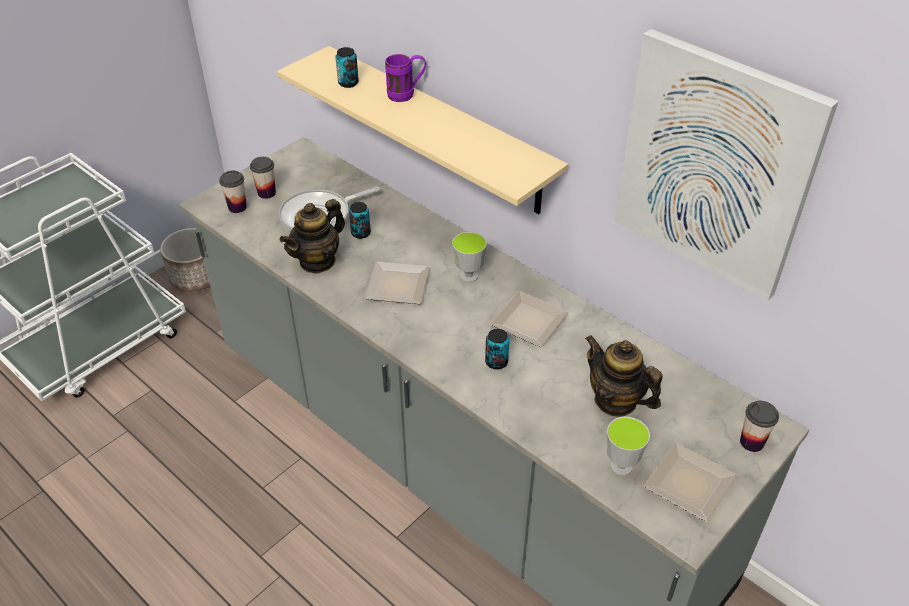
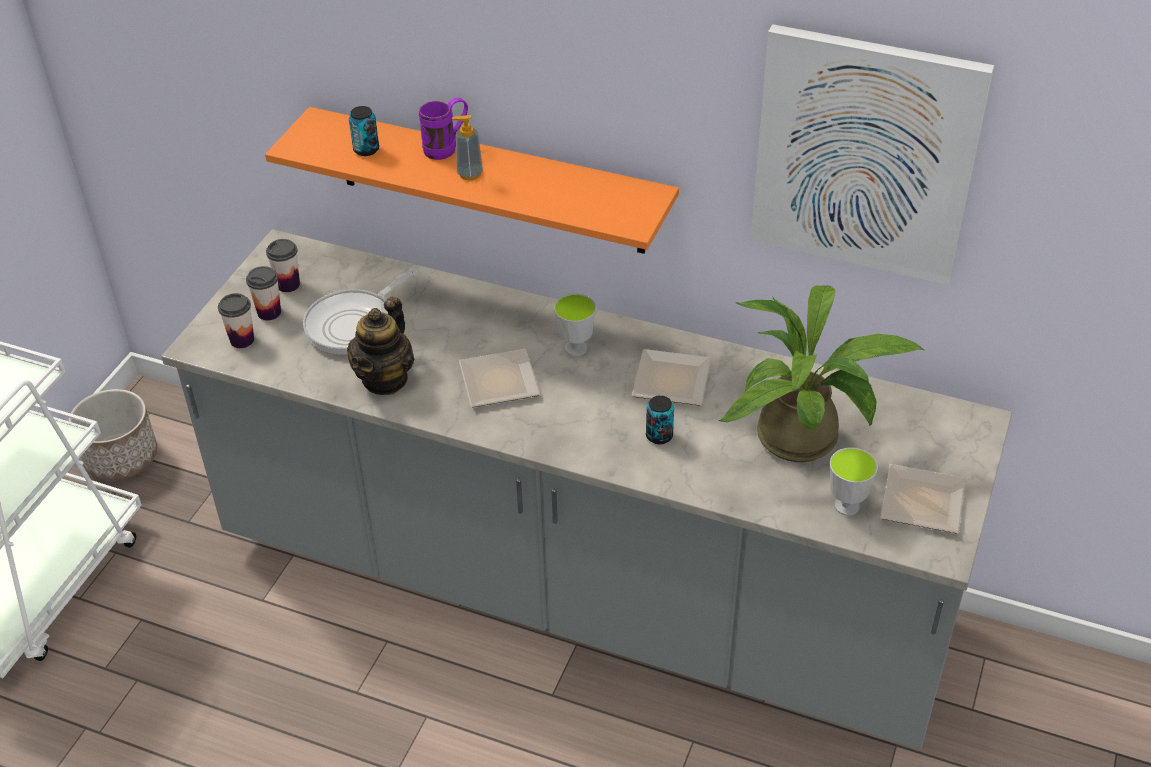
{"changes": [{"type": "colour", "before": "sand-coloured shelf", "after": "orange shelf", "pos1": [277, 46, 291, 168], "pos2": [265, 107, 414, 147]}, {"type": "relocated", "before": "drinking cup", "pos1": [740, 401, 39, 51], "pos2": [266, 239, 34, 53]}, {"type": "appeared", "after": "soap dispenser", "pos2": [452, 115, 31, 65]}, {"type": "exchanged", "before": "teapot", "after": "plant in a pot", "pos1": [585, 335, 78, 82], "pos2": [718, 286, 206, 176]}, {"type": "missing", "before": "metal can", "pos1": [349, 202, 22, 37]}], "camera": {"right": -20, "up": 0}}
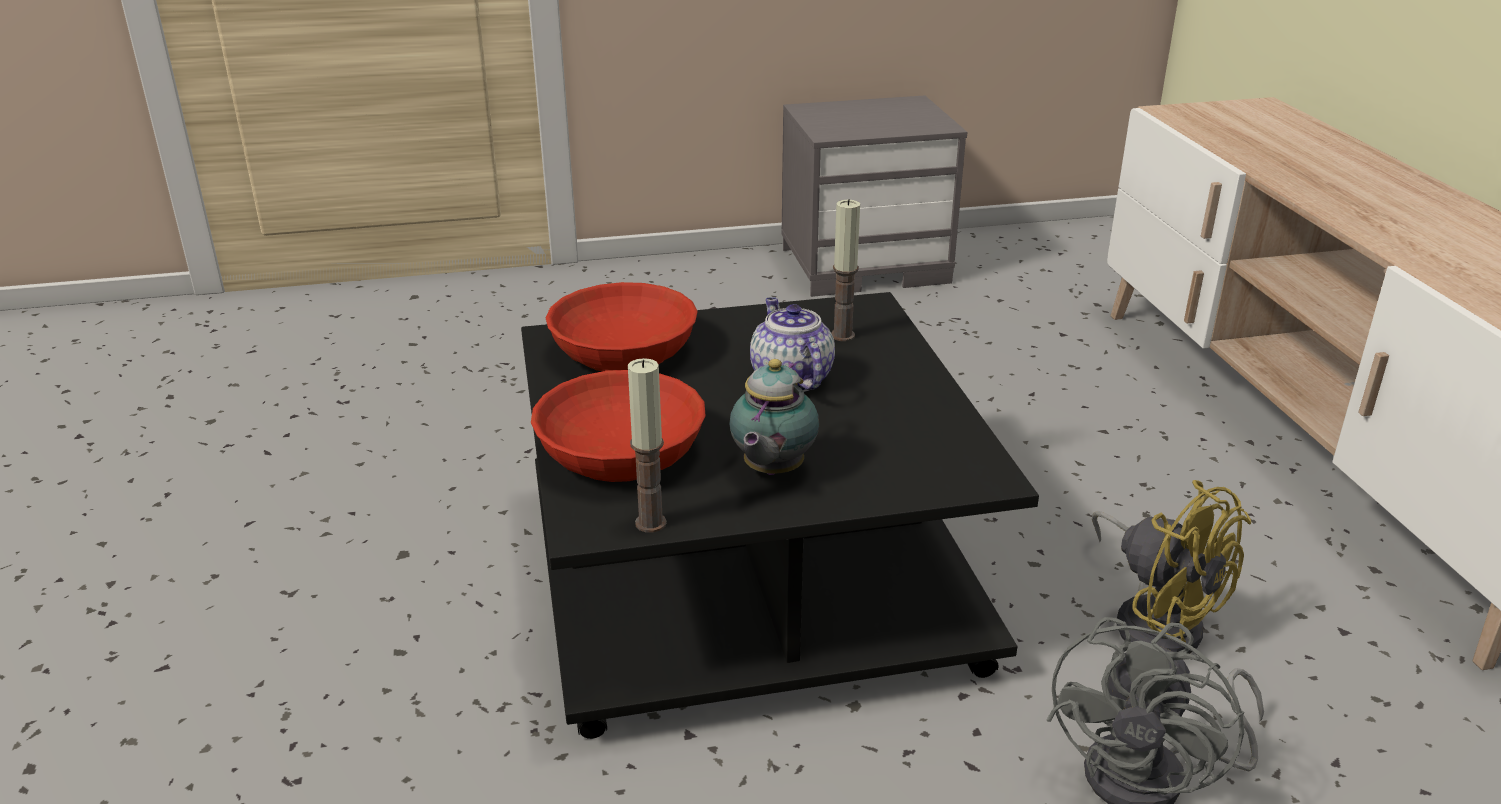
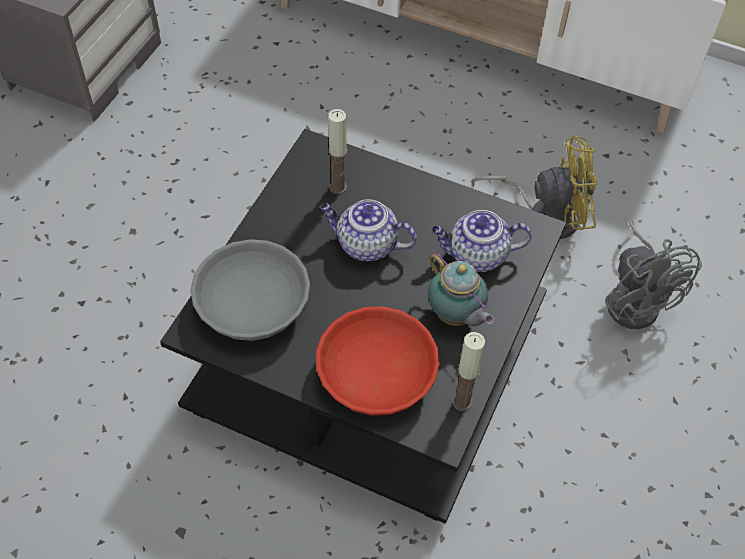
{"changes": [{"type": "colour", "before": "red serving bowl", "after": "grey serving bowl", "pos1": [546, 282, 152, 90], "pos2": [191, 239, 119, 102]}, {"type": "appeared", "after": "teapot", "pos2": [431, 210, 101, 62]}], "camera": {"right": -55, "up": 25}}
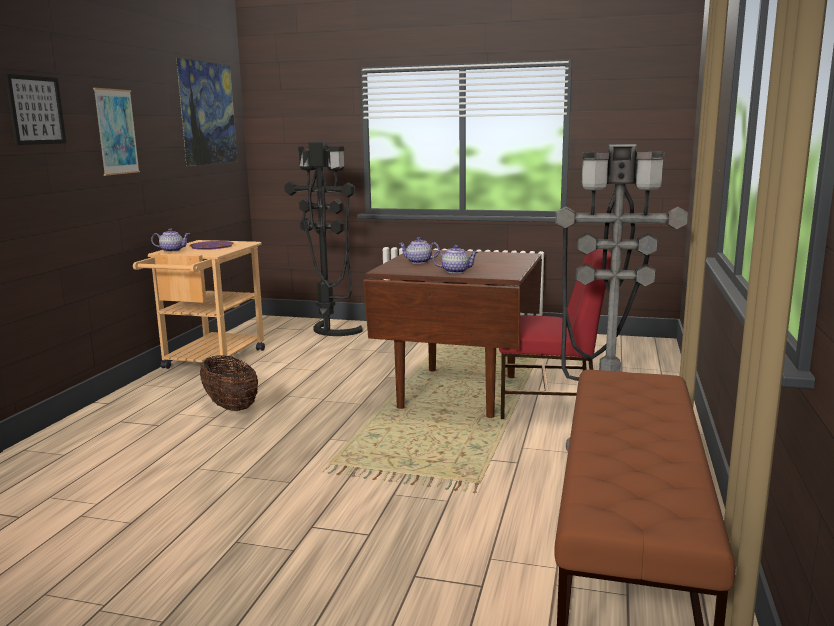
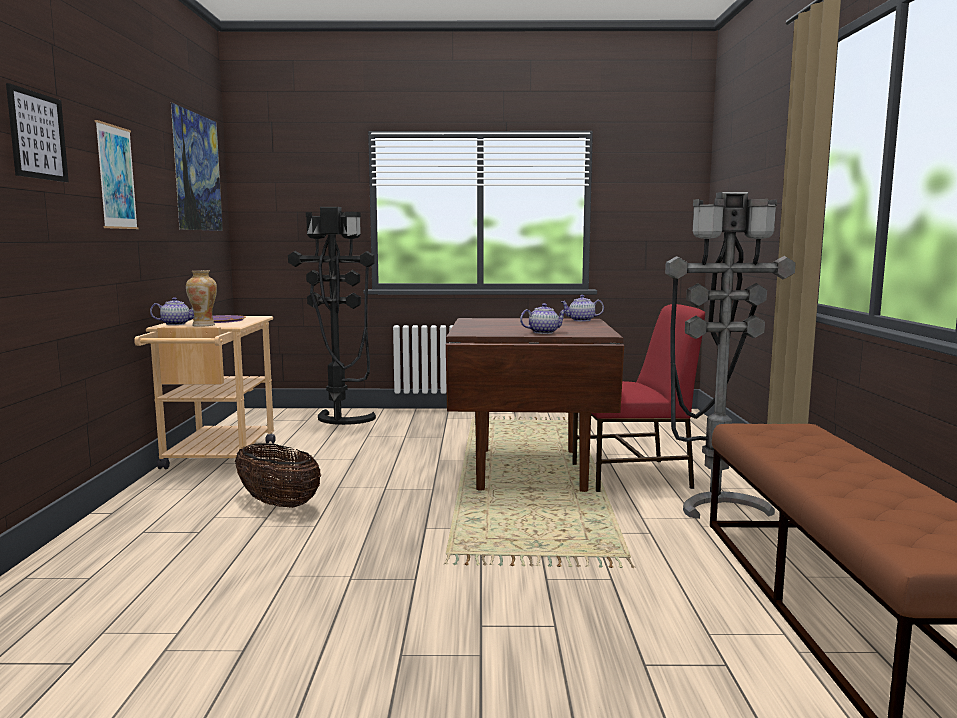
{"changes": [{"type": "appeared", "after": "vase", "pos2": [186, 271, 31, 55]}, {"type": "relocated", "before": "teapot", "pos1": [399, 237, 41, 27], "pos2": [561, 295, 43, 26]}], "camera": {"right": -15, "up": -5}}
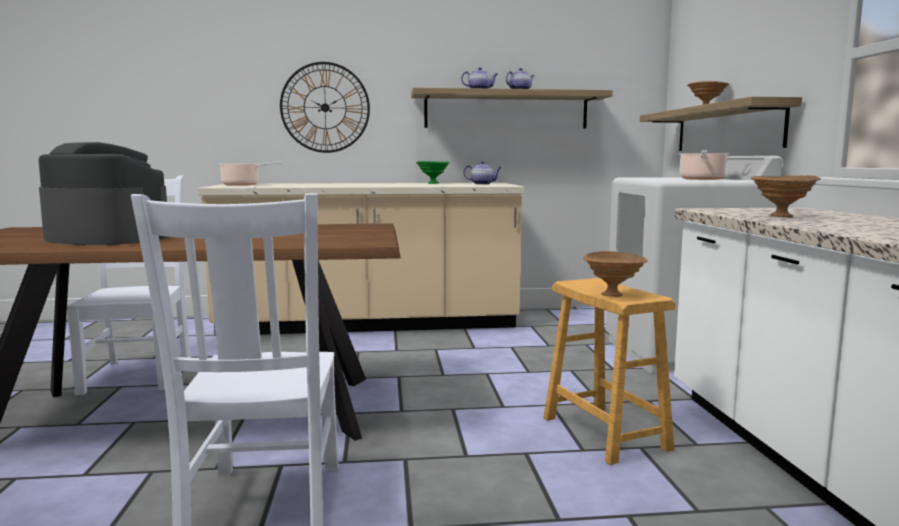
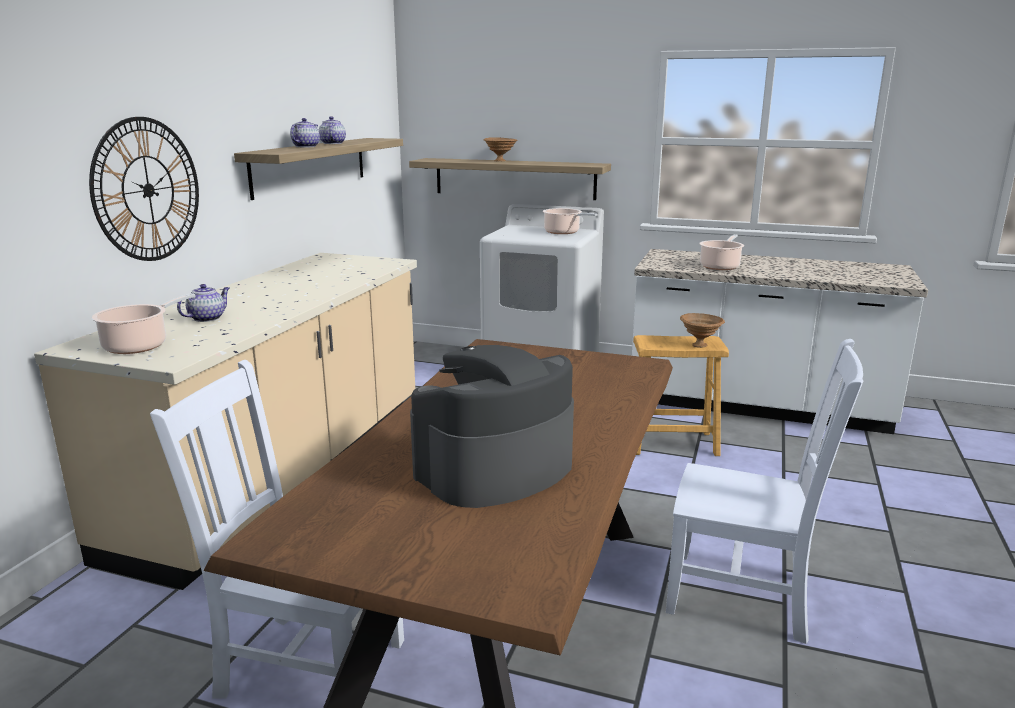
{"changes": [{"type": "relocated", "before": "teapot", "pos1": [463, 161, 39, 24], "pos2": [177, 284, 52, 38]}, {"type": "exchanged", "before": "brown serving bowl", "after": "saucepot", "pos1": [751, 176, 70, 41], "pos2": [699, 234, 45, 36]}, {"type": "missing", "before": "green-coloured serving bowl", "pos1": [416, 161, 34, 23]}], "camera": {"right": -65, "up": 10}}
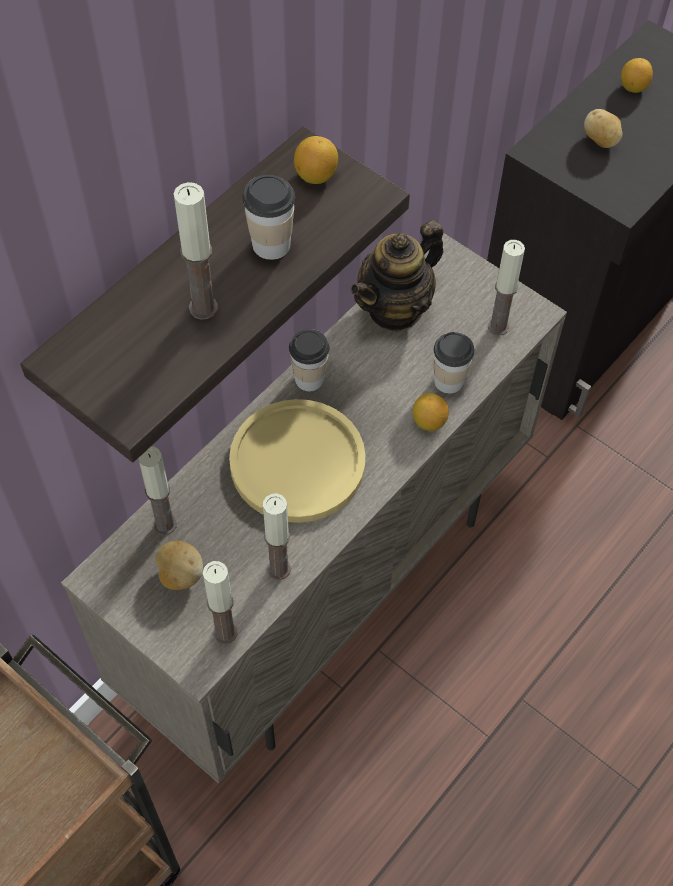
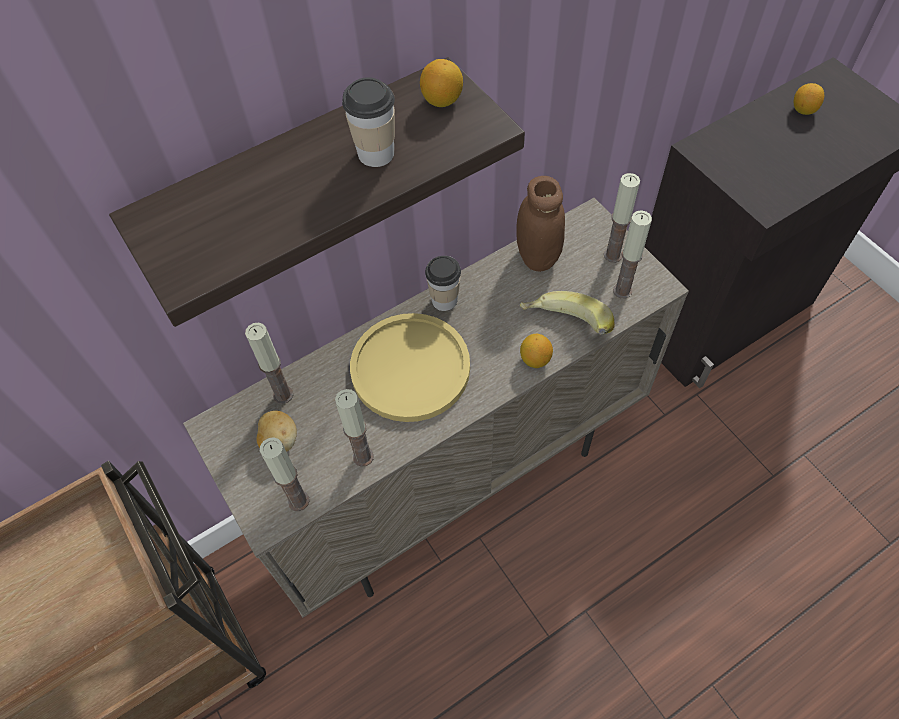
{"changes": [{"type": "exchanged", "before": "teapot", "after": "brown storage jar", "pos1": [351, 220, 92, 112], "pos2": [516, 176, 49, 96]}, {"type": "exchanged", "before": "drinking cup", "after": "whole banana", "pos1": [434, 332, 40, 62], "pos2": [520, 291, 95, 44]}, {"type": "relocated", "before": "wax candle", "pos1": [174, 182, 44, 138], "pos2": [604, 173, 36, 90]}, {"type": "missing", "before": "spud", "pos1": [584, 109, 38, 39]}], "camera": {"right": 20, "up": 0}}
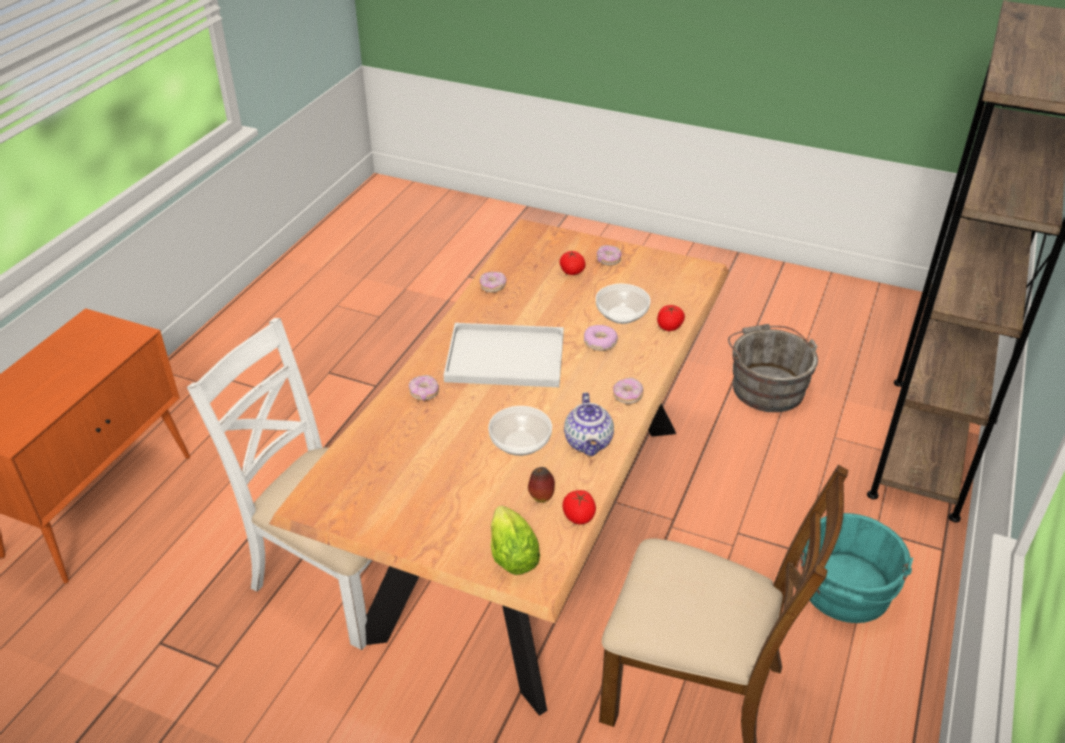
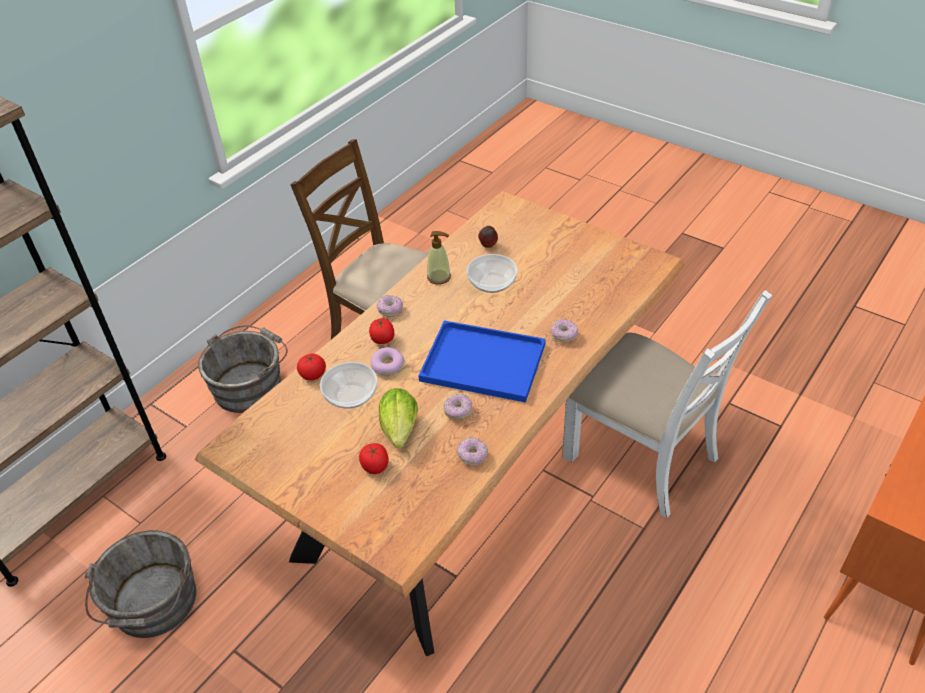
{"changes": [{"type": "colour", "before": "turquoise-coloured bucket", "after": "grey bucket", "pos1": [801, 513, 113, 110], "pos2": [198, 325, 90, 88]}, {"type": "relocated", "before": "fresh tomato", "pos1": [562, 490, 34, 34], "pos2": [369, 318, 25, 26]}, {"type": "relocated", "before": "lettuce", "pos1": [491, 506, 49, 69], "pos2": [379, 388, 39, 60]}, {"type": "colour", "before": "whitish tray", "after": "bluish tray", "pos1": [444, 323, 120, 64], "pos2": [418, 320, 128, 83]}, {"type": "exchanged", "before": "teapot", "after": "soap dispenser", "pos1": [564, 392, 50, 64], "pos2": [427, 231, 24, 54]}, {"type": "relocated", "before": "donut", "pos1": [596, 245, 26, 21], "pos2": [443, 394, 29, 25]}], "camera": {"right": -165, "up": 5}}
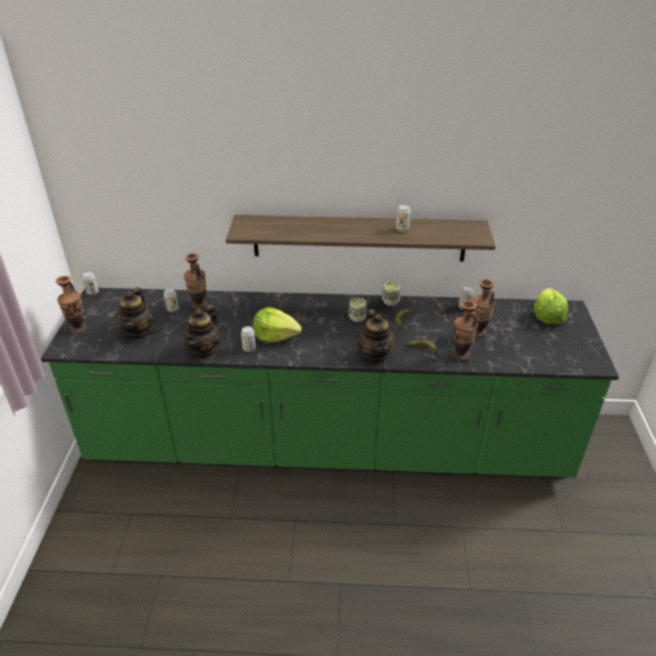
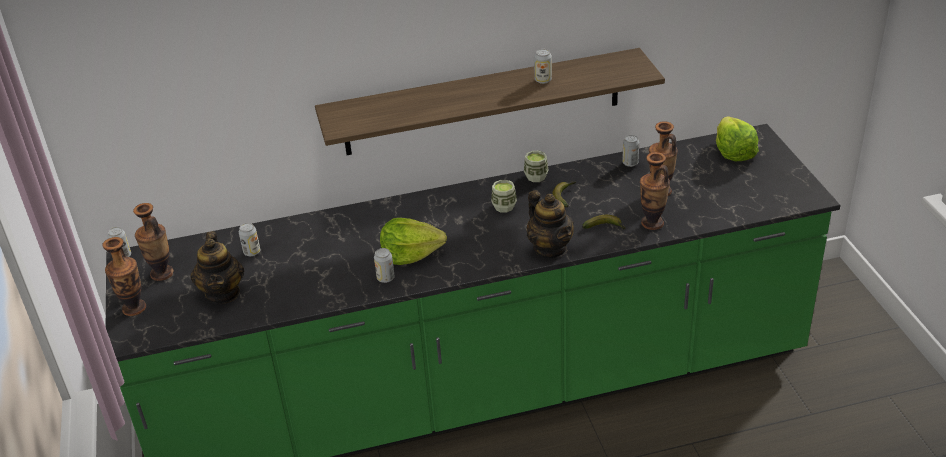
{"changes": [{"type": "relocated", "before": "vase", "pos1": [184, 253, 23, 56], "pos2": [133, 203, 41, 78]}, {"type": "missing", "before": "teapot", "pos1": [183, 305, 37, 54]}], "camera": {"right": -15, "up": 0}}
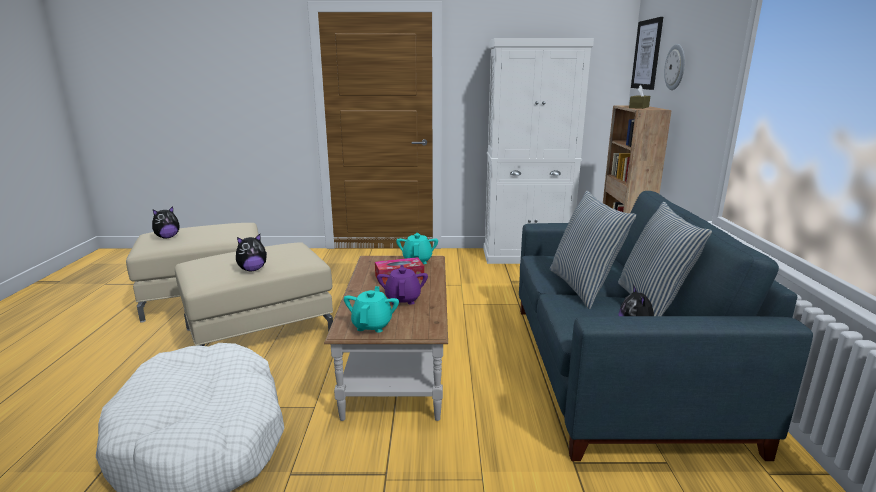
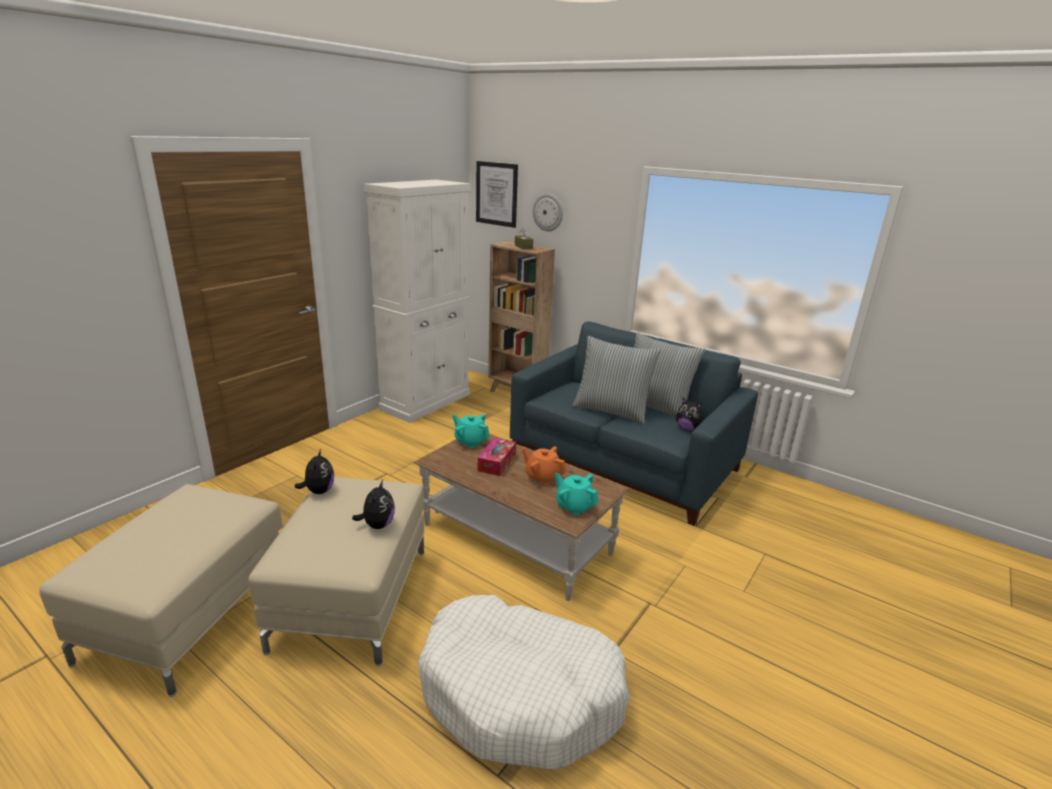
{"changes": [{"type": "relocated", "before": "soft toy", "pos1": [152, 206, 27, 32], "pos2": [295, 449, 39, 45]}, {"type": "colour", "before": "purple-coloured teapot", "after": "orange teapot", "pos1": [377, 265, 51, 40], "pos2": [522, 446, 44, 39]}], "camera": {"right": -55, "up": 5}}
